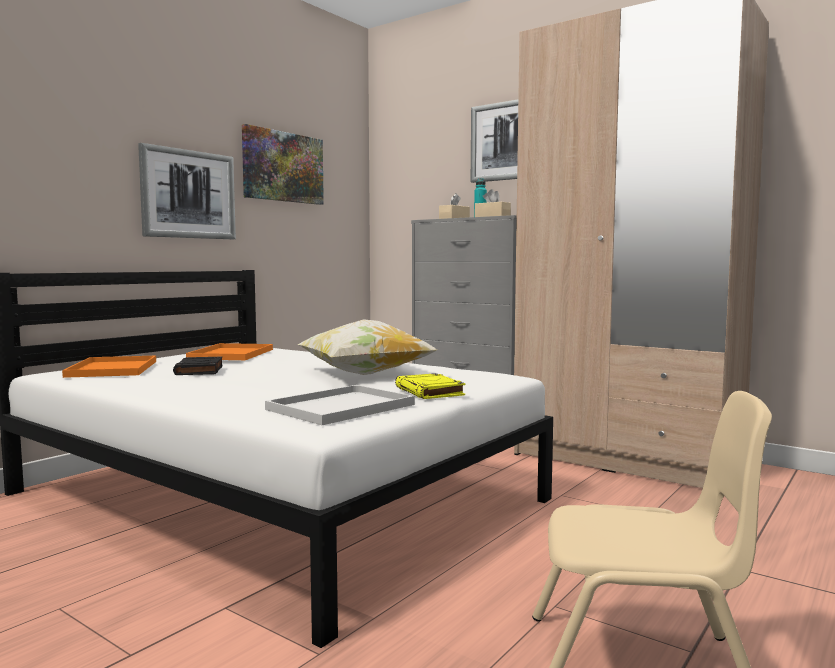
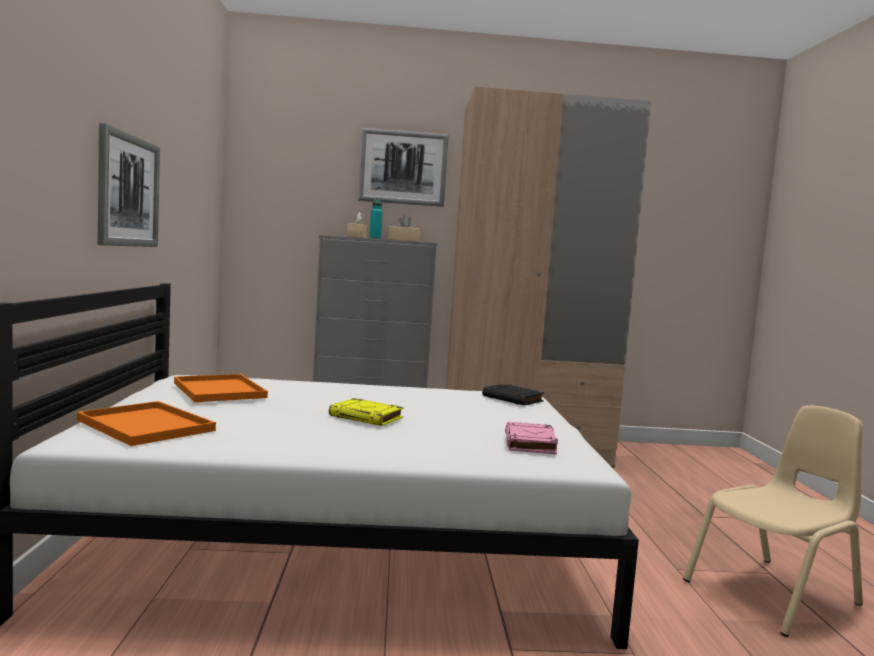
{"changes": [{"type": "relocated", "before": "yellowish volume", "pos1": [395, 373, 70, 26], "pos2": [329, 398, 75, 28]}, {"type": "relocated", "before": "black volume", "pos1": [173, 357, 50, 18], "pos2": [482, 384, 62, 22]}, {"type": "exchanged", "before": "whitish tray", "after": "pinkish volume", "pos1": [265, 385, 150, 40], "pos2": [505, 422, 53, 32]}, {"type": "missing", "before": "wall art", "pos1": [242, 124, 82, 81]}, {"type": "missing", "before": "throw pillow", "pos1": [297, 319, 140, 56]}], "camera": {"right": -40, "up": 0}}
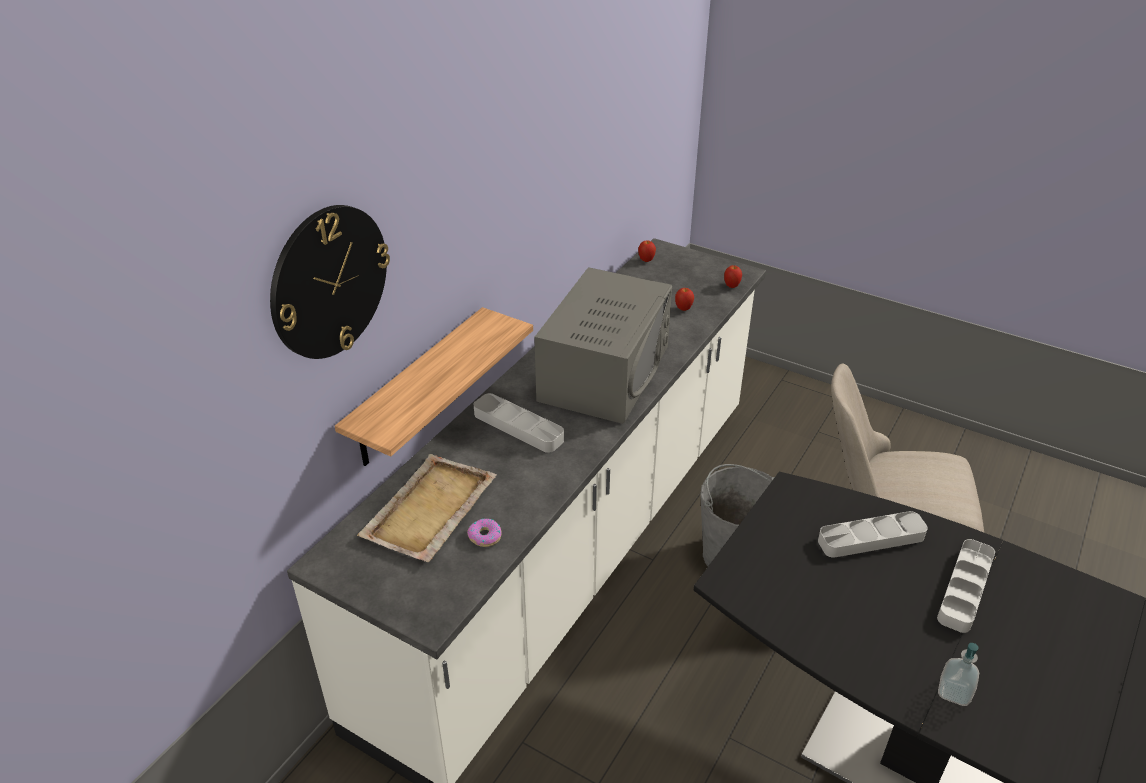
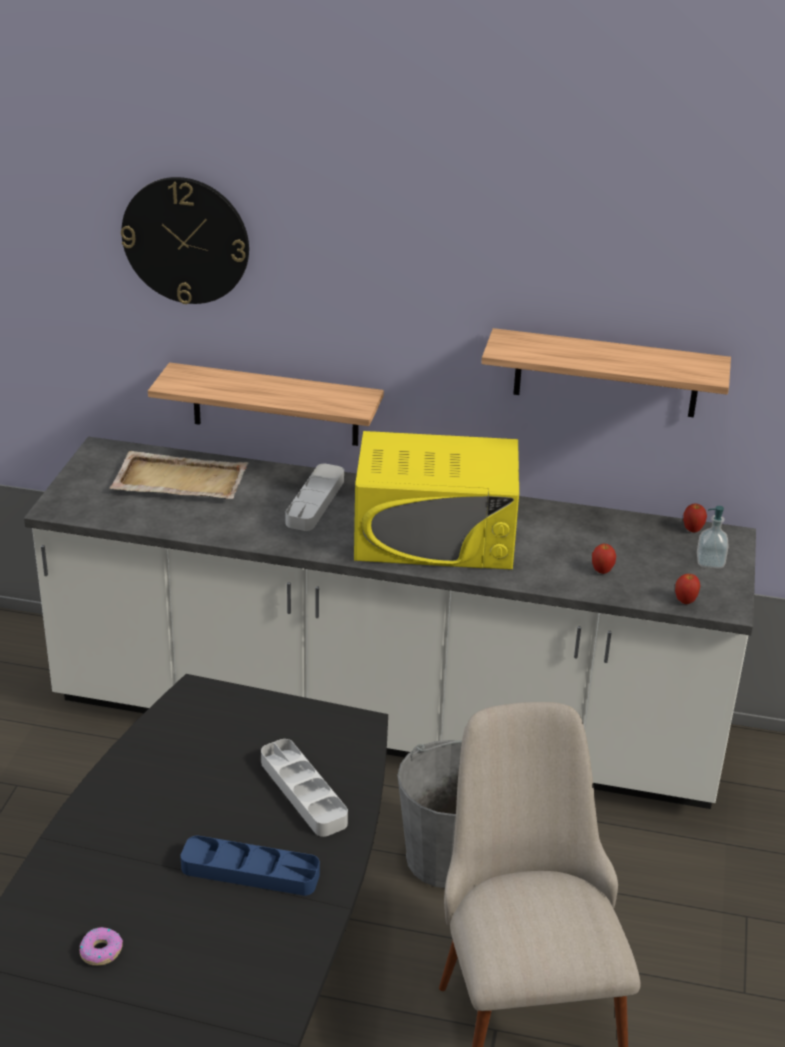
{"changes": [{"type": "relocated", "before": "donut", "pos1": [467, 519, 34, 28], "pos2": [80, 927, 43, 39]}, {"type": "colour", "before": "grey tray", "after": "bluish tray", "pos1": [937, 539, 58, 94], "pos2": [180, 835, 140, 61]}, {"type": "colour", "before": "grey microwave", "after": "yellowish microwave", "pos1": [534, 267, 138, 157], "pos2": [354, 431, 165, 139]}, {"type": "appeared", "after": "shelf", "pos2": [481, 328, 250, 89]}, {"type": "relocated", "before": "soap dispenser", "pos1": [938, 643, 41, 63], "pos2": [697, 506, 31, 63]}], "camera": {"right": 70, "up": -5}}
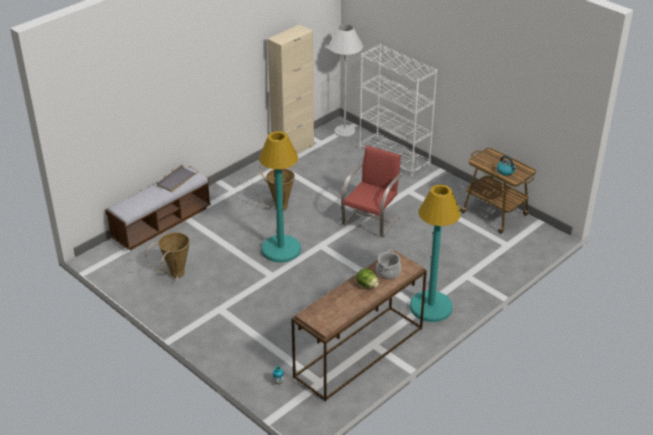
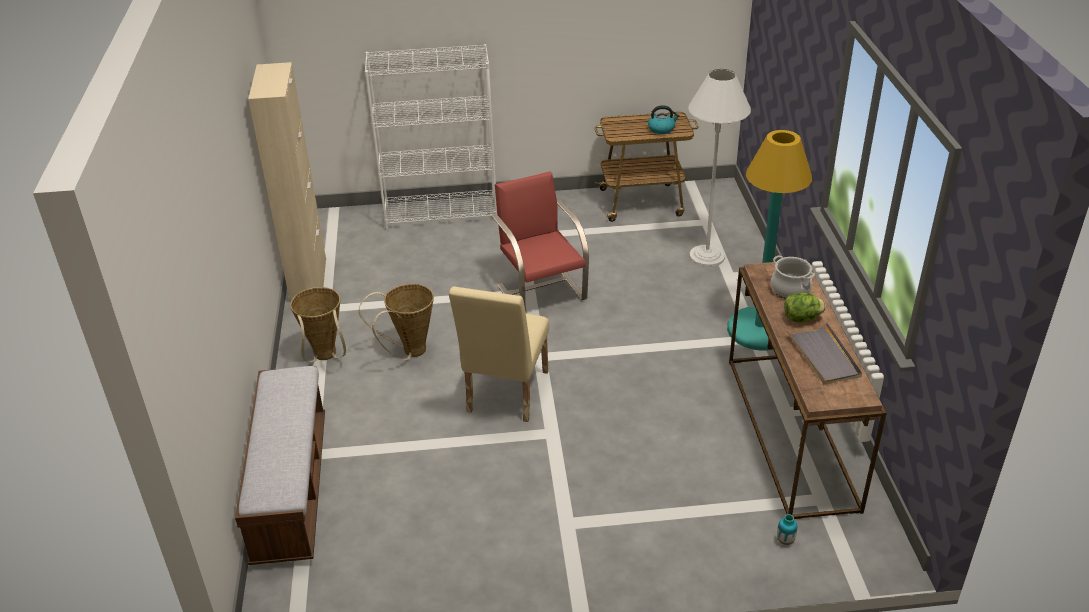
{"changes": [{"type": "relocated", "before": "basket", "pos1": [146, 232, 43, 49], "pos2": [290, 287, 56, 76]}, {"type": "exchanged", "before": "turquoise-coloured standing lamp", "after": "sand-coloured plain chair", "pos1": [259, 131, 42, 131], "pos2": [449, 286, 100, 136]}, {"type": "relocated", "before": "whitish standing lamp", "pos1": [329, 24, 34, 113], "pos2": [688, 69, 63, 198]}, {"type": "relocated", "before": "grey tray", "pos1": [157, 165, 41, 27], "pos2": [787, 322, 75, 63]}], "camera": {"right": -50, "up": 0}}
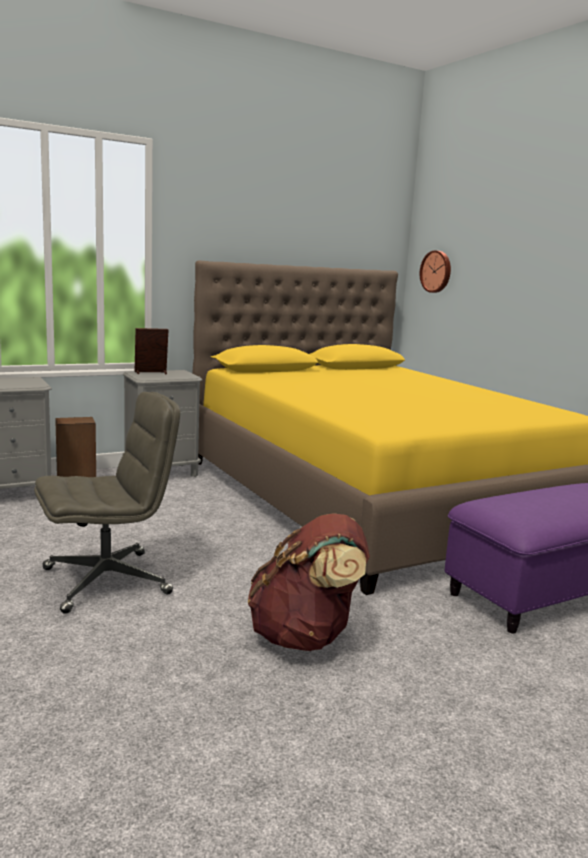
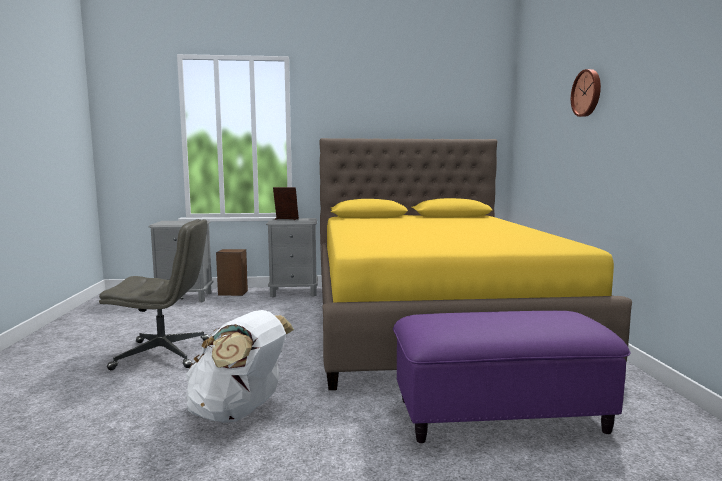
{"changes": [{"type": "colour", "before": "brown knapsack", "after": "whitish knapsack", "pos1": [248, 513, 122, 138], "pos2": [186, 310, 108, 113]}, {"type": "relocated", "before": "hanging clock", "pos1": [420, 250, 31, 43], "pos2": [571, 69, 30, 48]}], "camera": {"right": 25, "up": -5}}
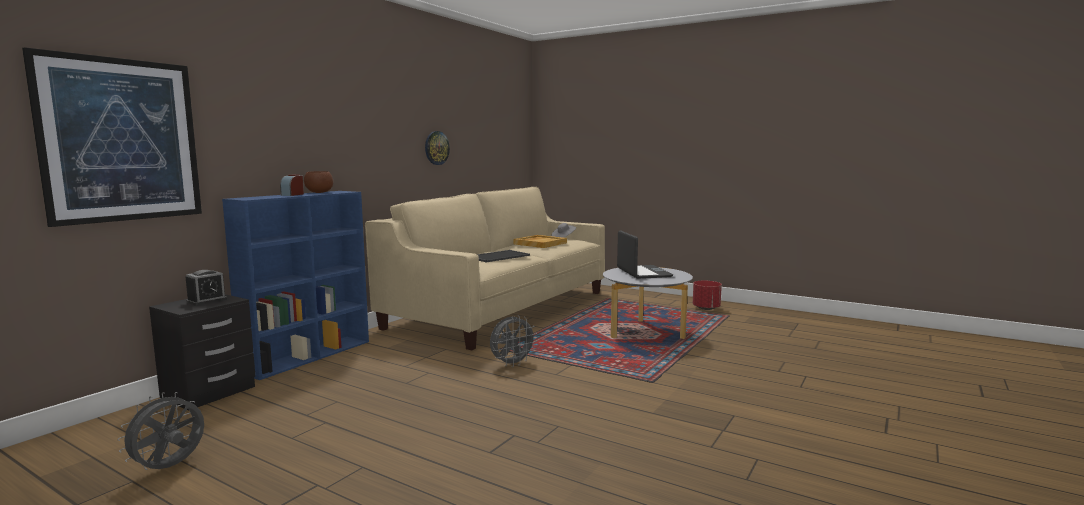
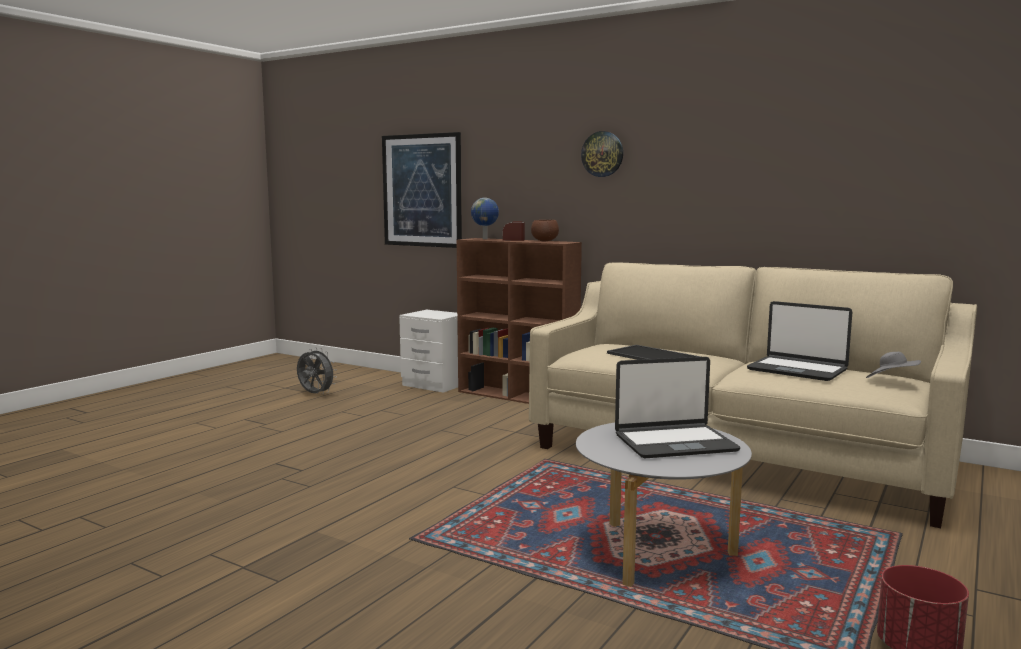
{"changes": [{"type": "colour", "before": "black night table", "after": "whitish night table", "pos1": [149, 294, 106, 116], "pos2": [399, 310, 59, 83]}, {"type": "colour", "before": "bluish bookshelf", "after": "brown bookshelf", "pos1": [222, 191, 147, 189], "pos2": [457, 238, 125, 166]}, {"type": "appeared", "after": "desk globe", "pos2": [471, 198, 28, 41]}, {"type": "relocated", "before": "hanging clock", "pos1": [425, 131, 25, 34], "pos2": [581, 131, 42, 46]}, {"type": "exchanged", "before": "sand-coloured tray", "after": "notebook computer", "pos1": [514, 235, 53, 13], "pos2": [747, 301, 105, 80]}, {"type": "missing", "before": "alarm clock", "pos1": [185, 270, 42, 35]}, {"type": "missing", "before": "grey cooling fan", "pos1": [490, 316, 47, 51]}], "camera": {"right": 90, "up": 0}}
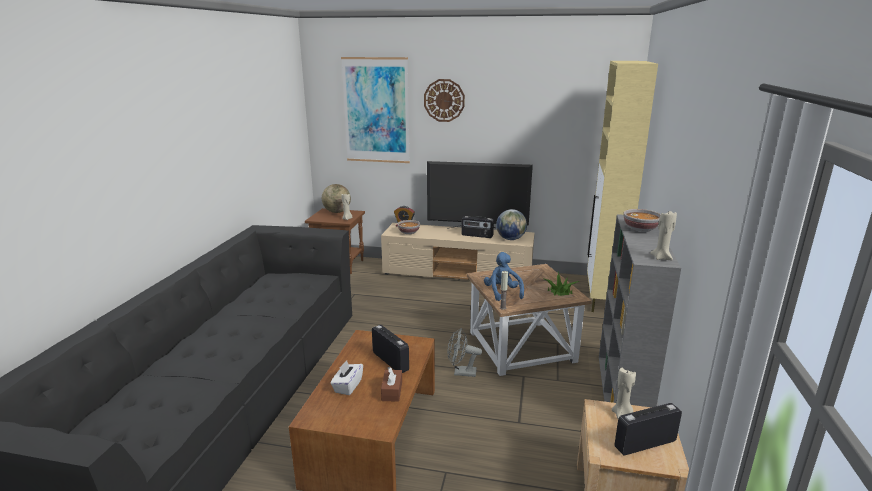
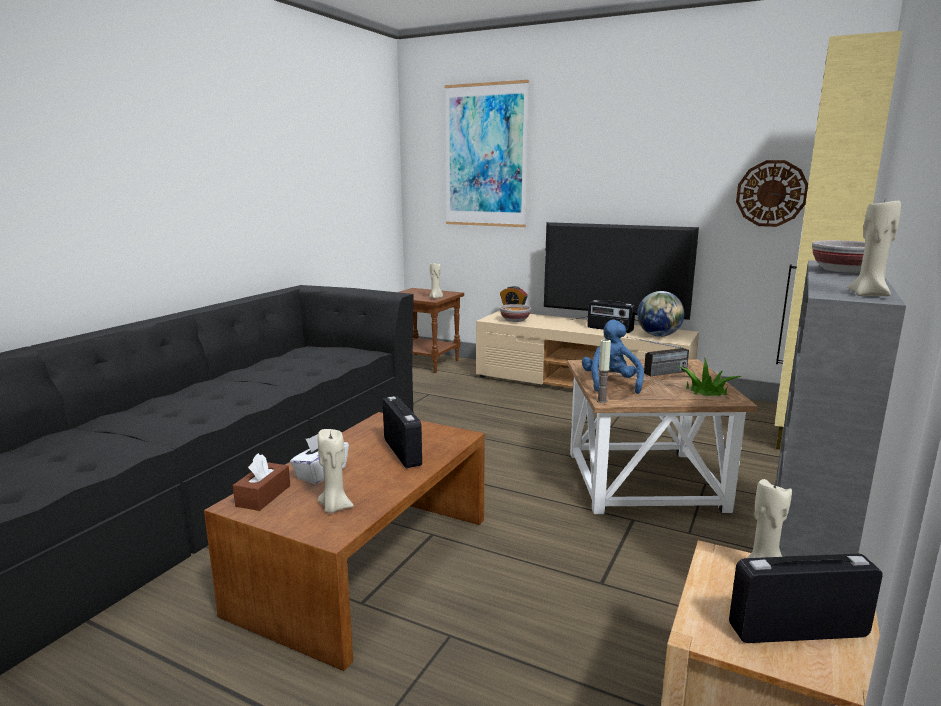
{"changes": [{"type": "relocated", "before": "brown tissue box", "pos1": [381, 367, 21, 35], "pos2": [233, 453, 57, 58]}, {"type": "appeared", "after": "sand-coloured wax candle", "pos2": [318, 429, 36, 84]}, {"type": "appeared", "after": "radio receiver", "pos2": [627, 337, 62, 39]}, {"type": "relocated", "before": "hanging clock", "pos1": [424, 79, 41, 43], "pos2": [736, 160, 72, 67]}, {"type": "missing", "before": "desk globe", "pos1": [322, 184, 29, 29]}, {"type": "missing", "before": "grey cooling fan", "pos1": [447, 328, 35, 49]}], "camera": {"right": 15, "up": -5}}
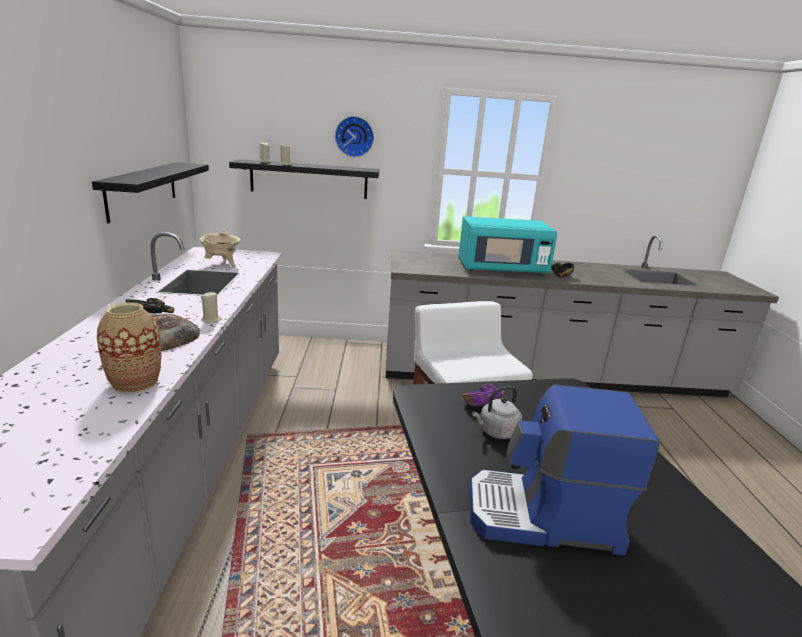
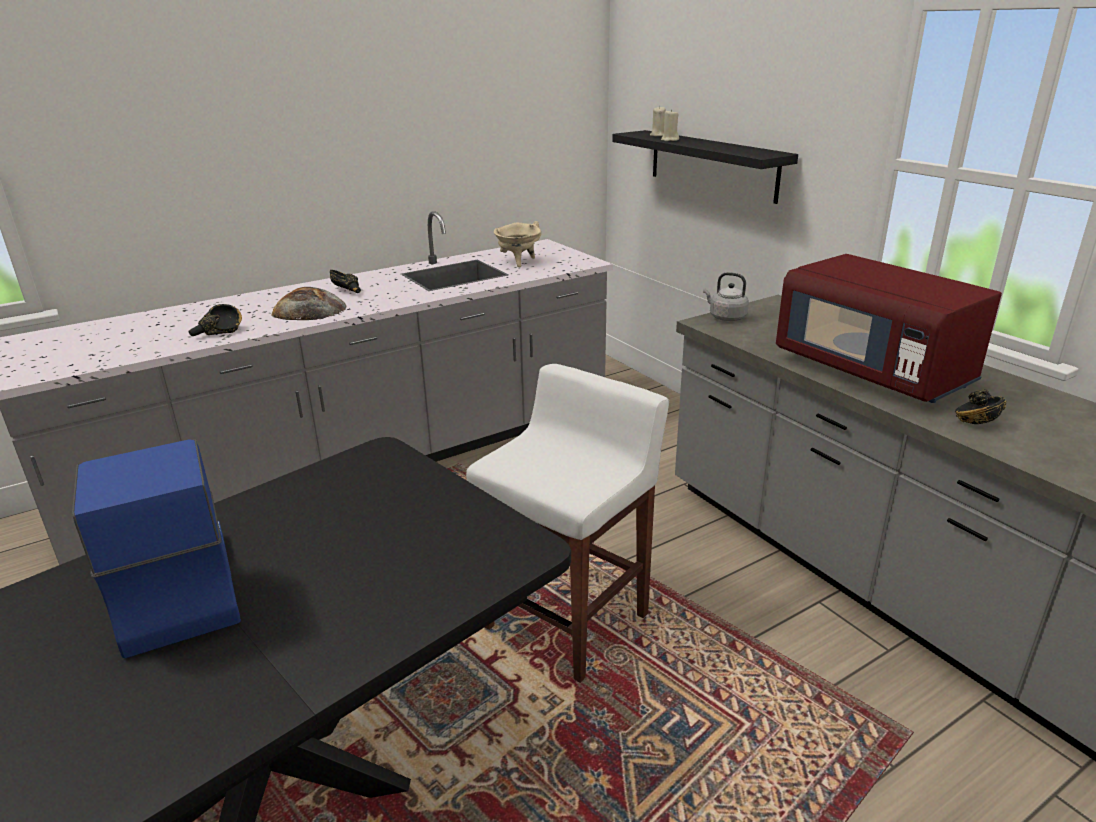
{"changes": [{"type": "exchanged", "before": "vase", "after": "black serving bowl", "pos1": [97, 302, 64, 91], "pos2": [188, 304, 54, 32]}, {"type": "relocated", "before": "grey tea kettle", "pos1": [472, 386, 50, 53], "pos2": [703, 272, 46, 49]}, {"type": "colour", "before": "turquoise-coloured microwave", "after": "red microwave", "pos1": [459, 216, 98, 59], "pos2": [776, 254, 226, 149]}, {"type": "missing", "before": "black shelf", "pos1": [92, 162, 117, 61]}, {"type": "missing", "before": "sand-coloured wax candle", "pos1": [201, 292, 21, 31]}, {"type": "missing", "before": "hanging clock", "pos1": [335, 116, 39, 41]}, {"type": "missing", "before": "purple-coloured serving bowl", "pos1": [462, 383, 42, 23]}], "camera": {"right": 60, "up": 5}}
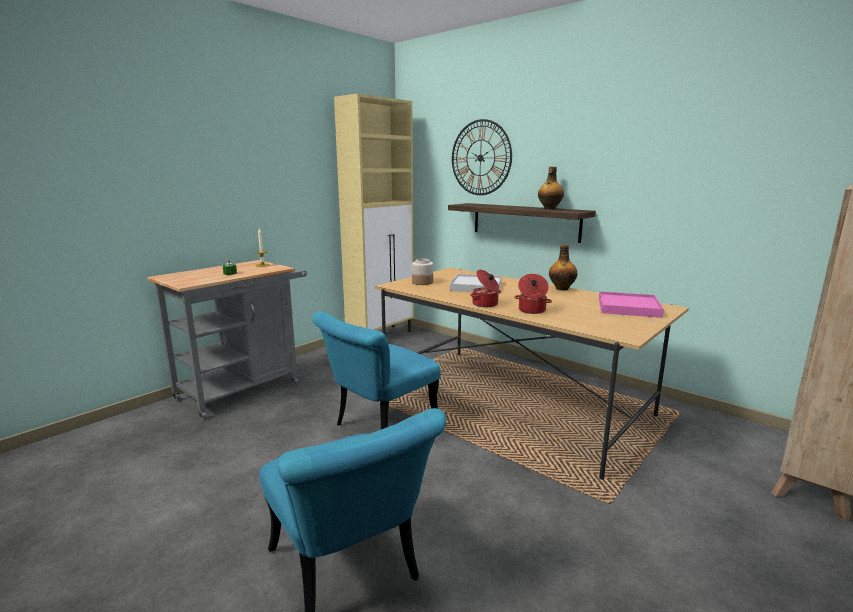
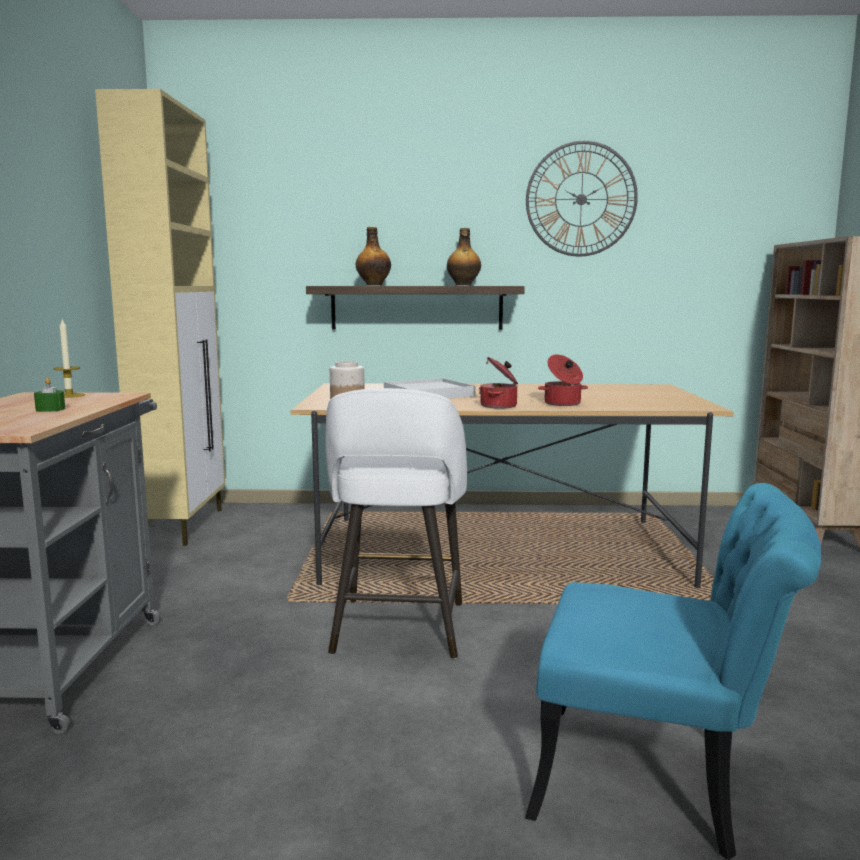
{"changes": [{"type": "exchanged", "before": "turquoise-coloured plain chair", "after": "whitish stool seat", "pos1": [312, 311, 129, 118], "pos2": [326, 388, 141, 271]}, {"type": "relocated", "before": "beverage bottle", "pos1": [549, 244, 28, 47], "pos2": [356, 227, 35, 59]}, {"type": "relocated", "before": "hanging clock", "pos1": [452, 119, 60, 76], "pos2": [526, 141, 112, 116]}, {"type": "missing", "before": "pinkish tray", "pos1": [599, 292, 65, 26]}], "camera": {"right": -40, "up": -5}}
